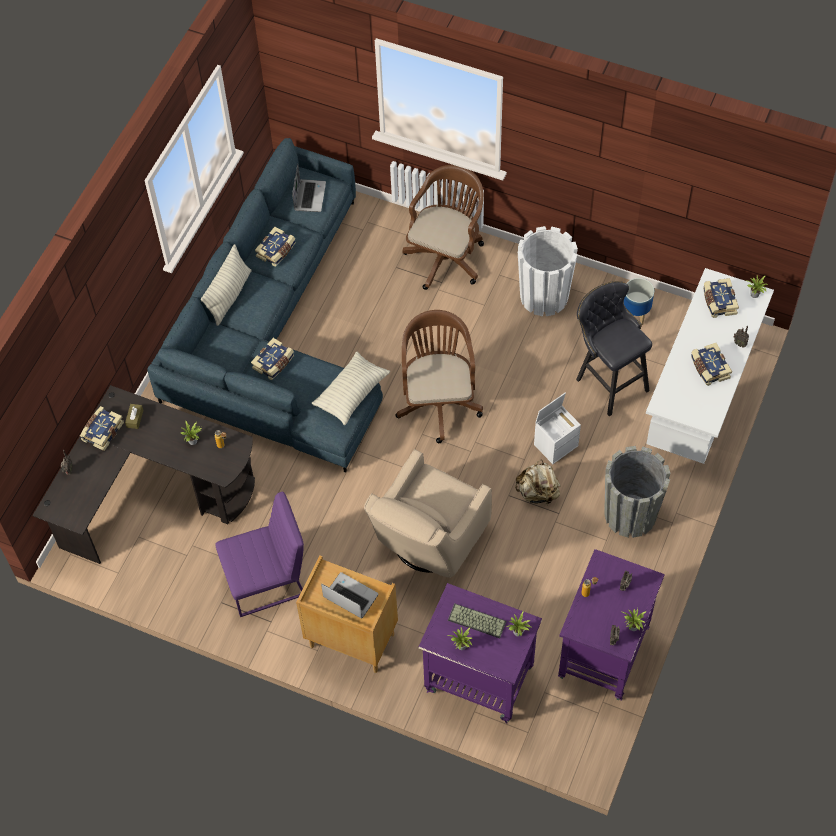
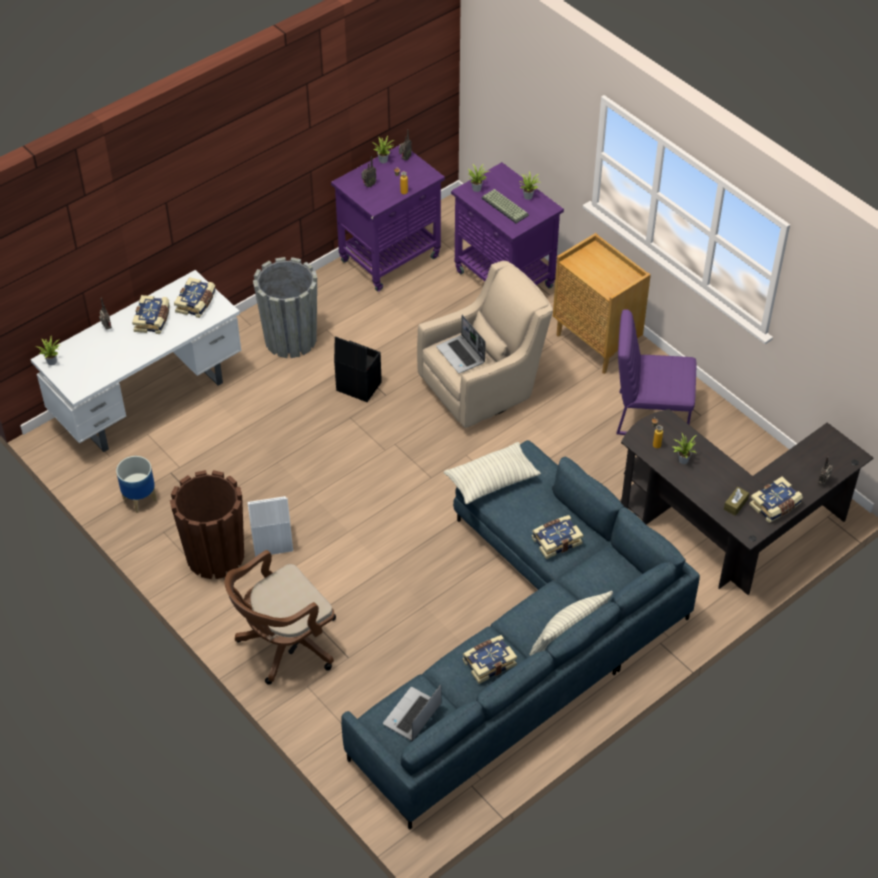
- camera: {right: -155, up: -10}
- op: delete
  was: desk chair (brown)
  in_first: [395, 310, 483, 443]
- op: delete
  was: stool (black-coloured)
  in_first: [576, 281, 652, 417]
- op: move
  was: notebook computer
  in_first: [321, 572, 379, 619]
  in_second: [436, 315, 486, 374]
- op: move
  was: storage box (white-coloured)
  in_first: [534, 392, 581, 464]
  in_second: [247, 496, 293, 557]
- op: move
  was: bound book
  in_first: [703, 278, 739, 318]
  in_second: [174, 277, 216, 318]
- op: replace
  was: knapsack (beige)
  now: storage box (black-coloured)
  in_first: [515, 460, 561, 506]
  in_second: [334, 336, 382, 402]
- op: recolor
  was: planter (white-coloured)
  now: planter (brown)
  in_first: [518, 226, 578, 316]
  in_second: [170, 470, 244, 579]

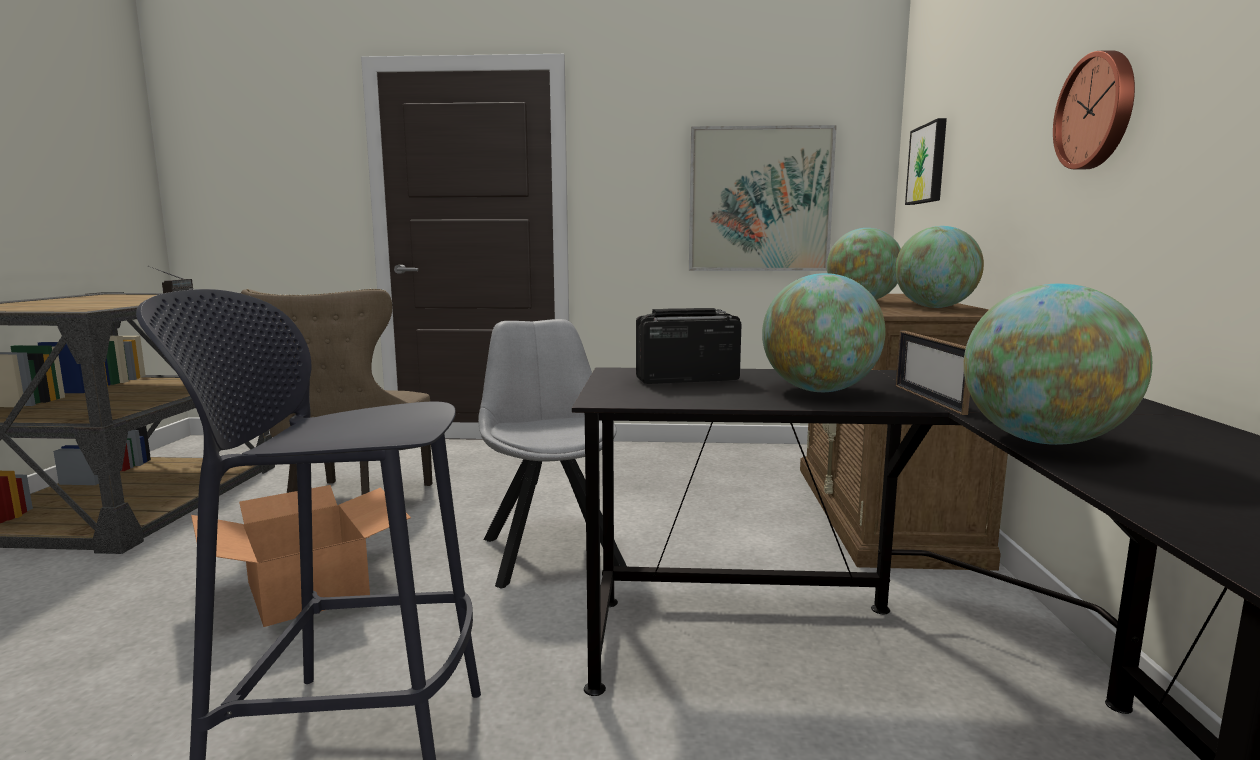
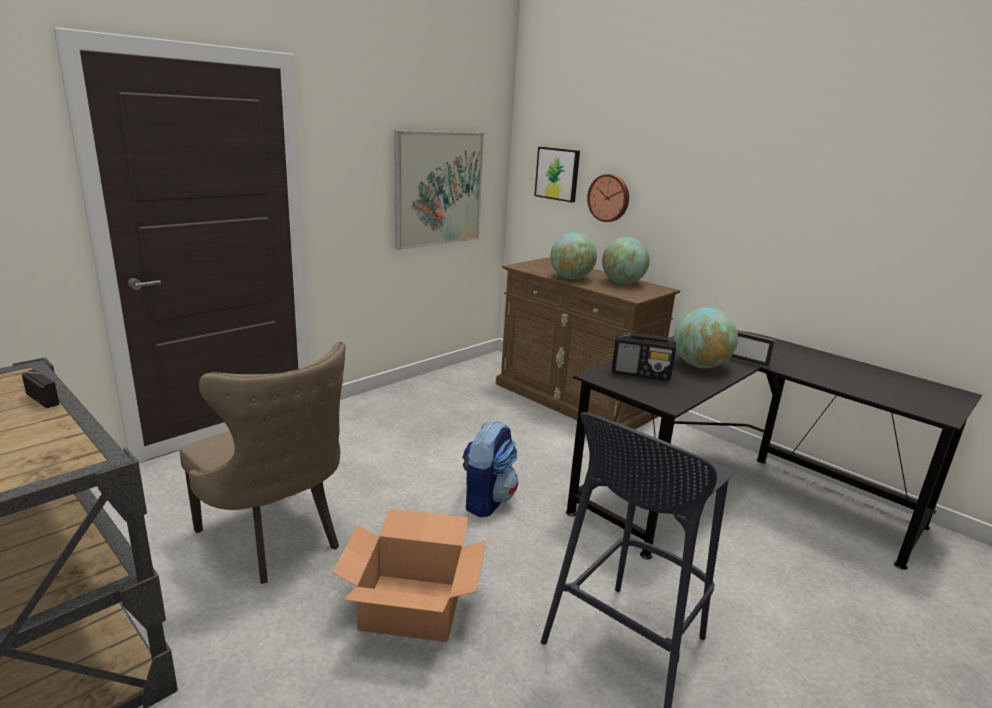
- camera: {right: -50, up: 10}
- op: delete
  was: world globe
  in_first: [964, 284, 1152, 445]
- op: move
  was: clock on the wall
  in_first: [1053, 50, 1135, 169]
  in_second: [587, 174, 629, 222]
- op: replace
  was: upright chair (greyish)
  now: knapsack
  in_first: [478, 319, 627, 589]
  in_second: [462, 421, 518, 517]
- op: rotate
  was: radio
  in_first: [636, 308, 742, 384]
  in_second: [612, 332, 676, 381]
  clockwise: -105

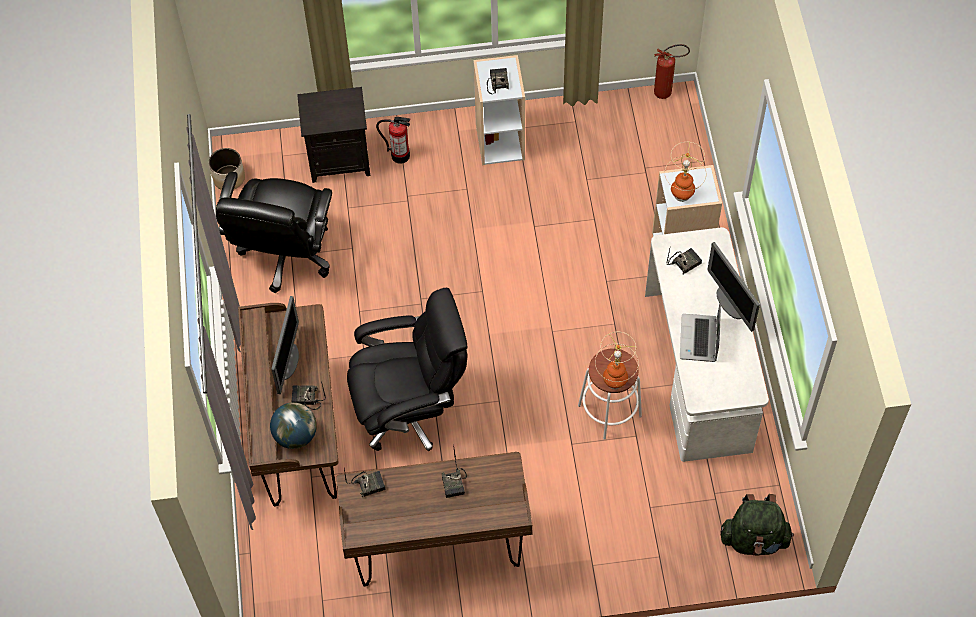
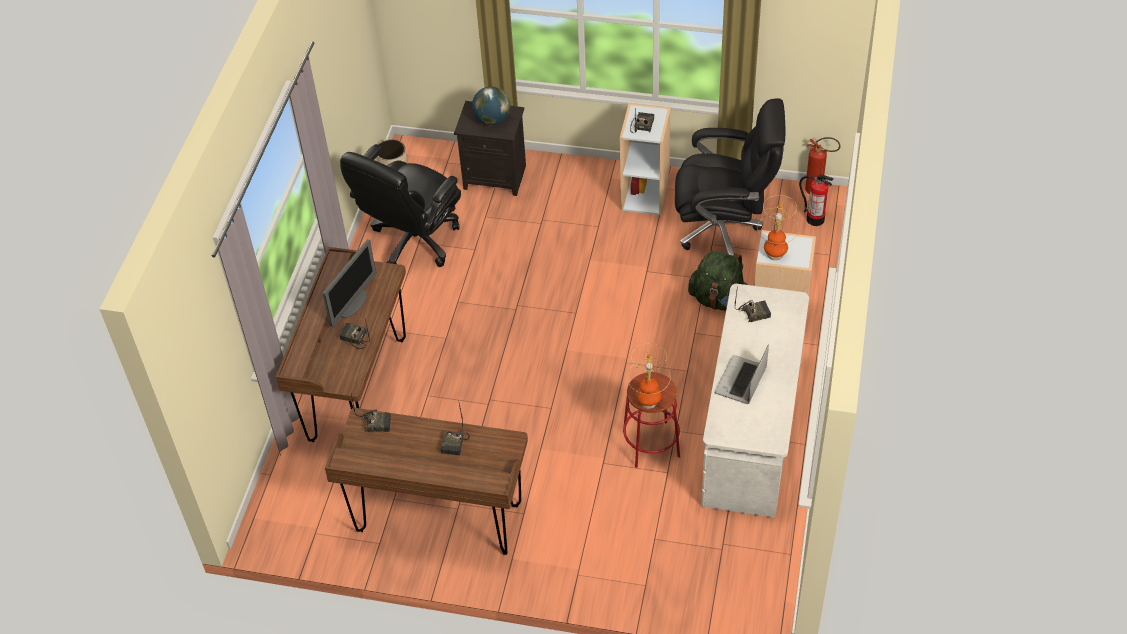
- camera: {right: 20, up: -10}
- op: delete
  was: computer screen
  in_first: [707, 242, 760, 332]
- op: move
  was: world globe
  in_first: [270, 402, 317, 449]
  in_second: [472, 86, 510, 125]
- op: move
  was: desk chair (black-coloured)
  in_first: [347, 288, 467, 451]
  in_second: [675, 98, 785, 256]
- op: move
  was: fire extinguisher
  in_first: [376, 117, 410, 164]
  in_second: [799, 175, 834, 226]
- op: move
  was: knapsack (greenish)
  in_first: [720, 494, 794, 556]
  in_second: [688, 249, 748, 311]
- op: recolor
  was: stool (white-coloured)
  now: stool (red-coloured)
  in_first: [578, 348, 642, 440]
  in_second: [623, 372, 680, 468]

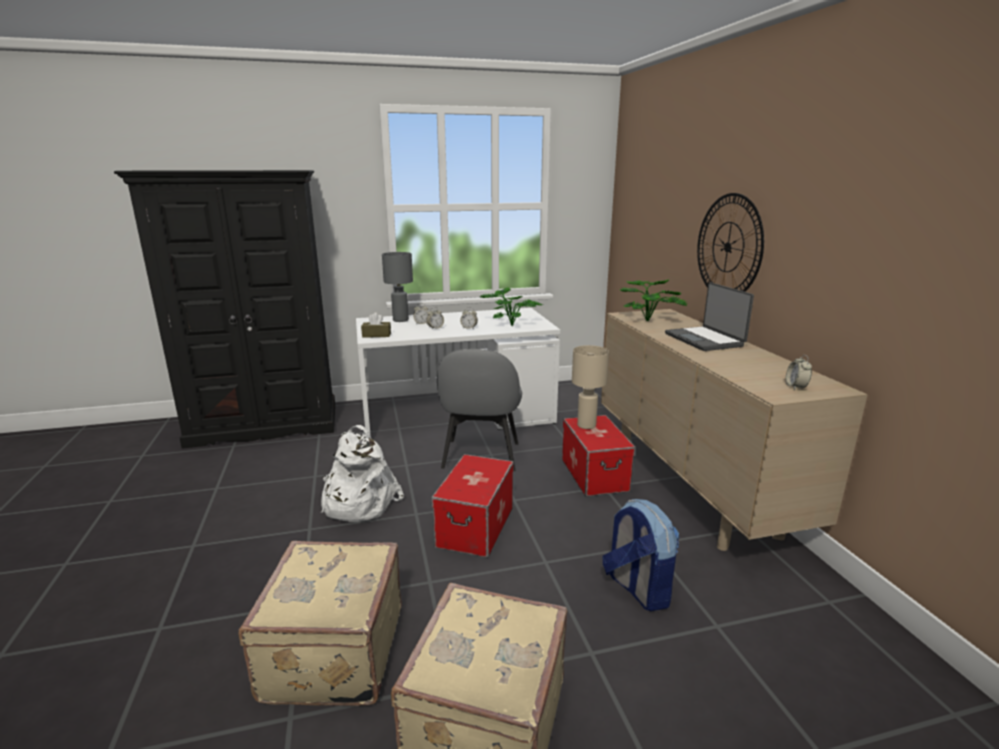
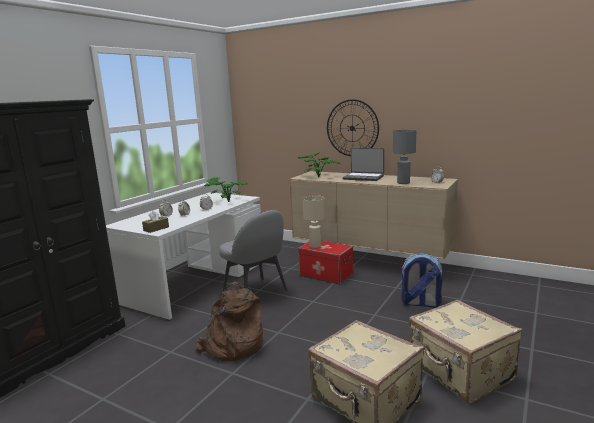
- camera: {right: -45, up: -5}
- op: delete
  was: storage box
  in_first: [432, 454, 514, 558]
- op: move
  was: lamp for a table (greyish)
  in_first: [382, 252, 413, 322]
  in_second: [393, 130, 416, 184]
- op: recolor
  was: knapsack (white-coloured)
  now: knapsack (brown)
  in_first: [321, 425, 404, 522]
  in_second: [196, 282, 263, 361]

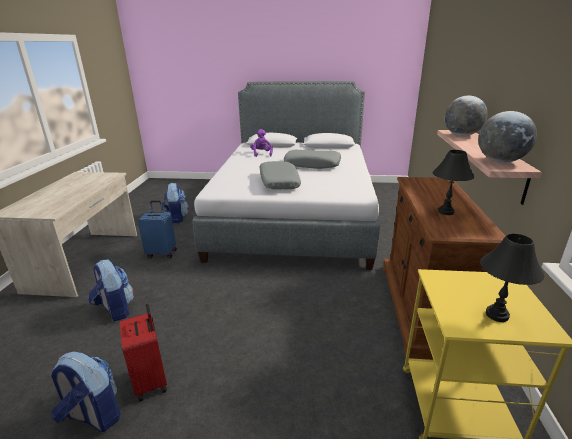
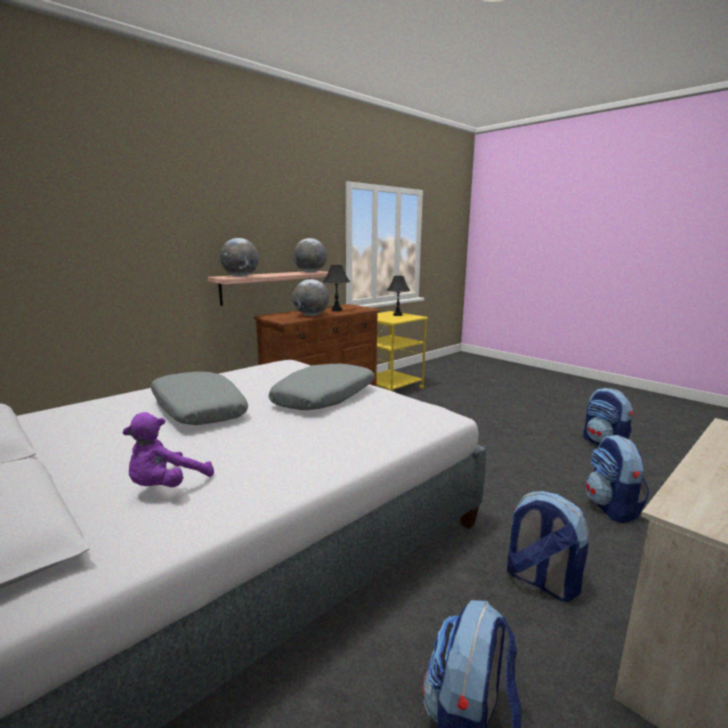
- camera: {right: -140, up: -10}
- op: delete
  was: travel case (red-coloured)
  in_first: [120, 304, 167, 401]
- op: insert
  now: world globe
  in_second: [293, 279, 329, 316]
- op: replace
  was: travel case (blue)
  now: knapsack
  in_first: [138, 201, 177, 258]
  in_second: [507, 491, 589, 602]

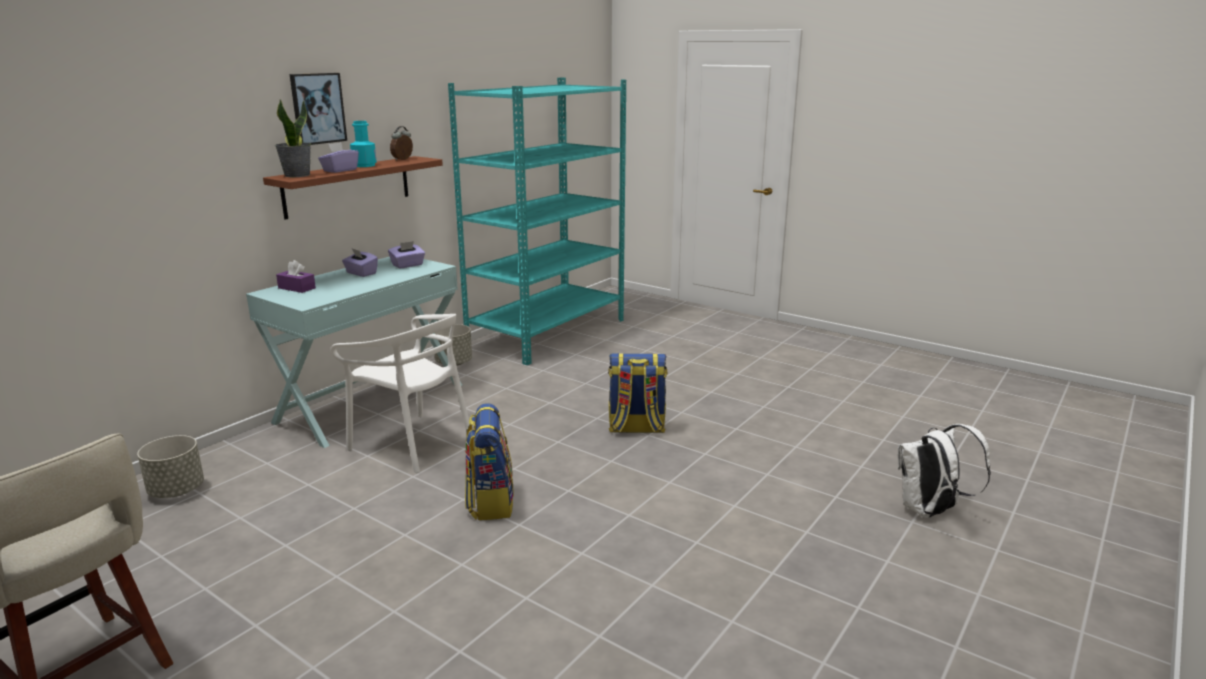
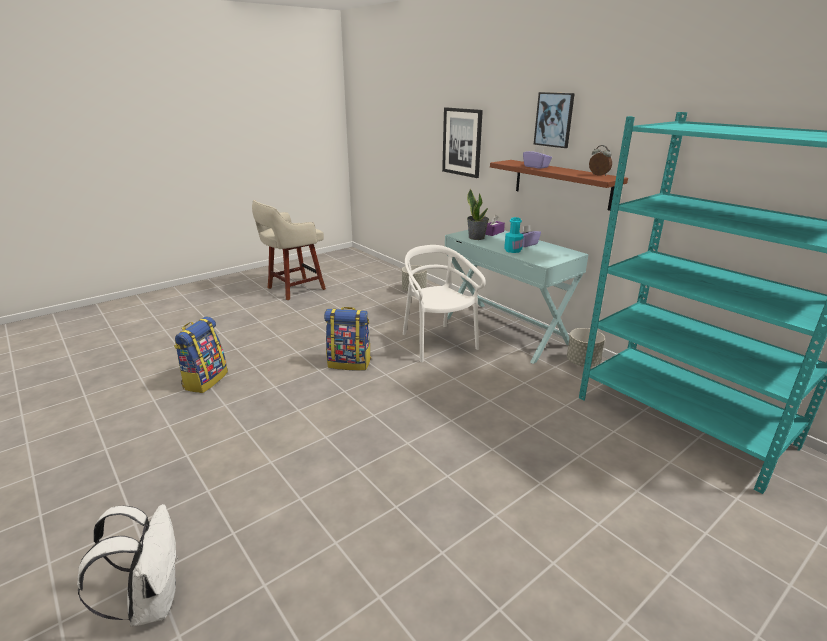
- camera: {right: 105, up: 5}
- op: delete
  was: tissue box (purplish)
  in_first: [388, 241, 425, 269]
- op: insert
  now: wall picture
  in_second: [442, 108, 483, 178]
- op: move
  was: houseplant
  in_first: [275, 99, 311, 177]
  in_second: [467, 189, 489, 240]
- op: move
  was: drink bottle (turquoise-coloured)
  in_first: [350, 121, 377, 167]
  in_second: [504, 217, 523, 253]
- op: move
  was: knapsack
  in_first: [608, 353, 668, 433]
  in_second: [174, 316, 228, 393]
- op: rotate
  was: upright chair (white-coloured)
  in_first: [331, 314, 469, 473]
  in_second: [403, 245, 486, 362]
  clockwise: 105

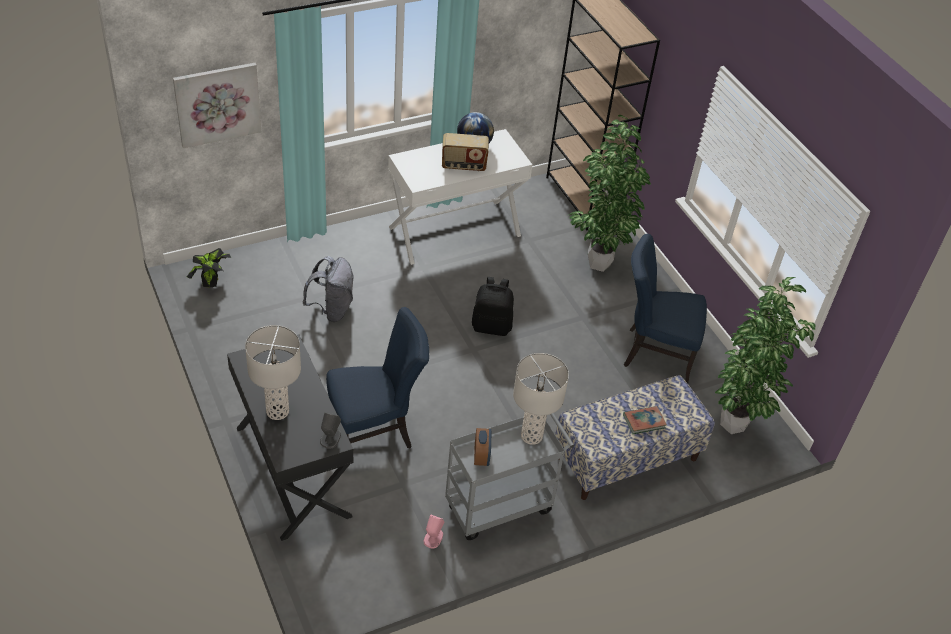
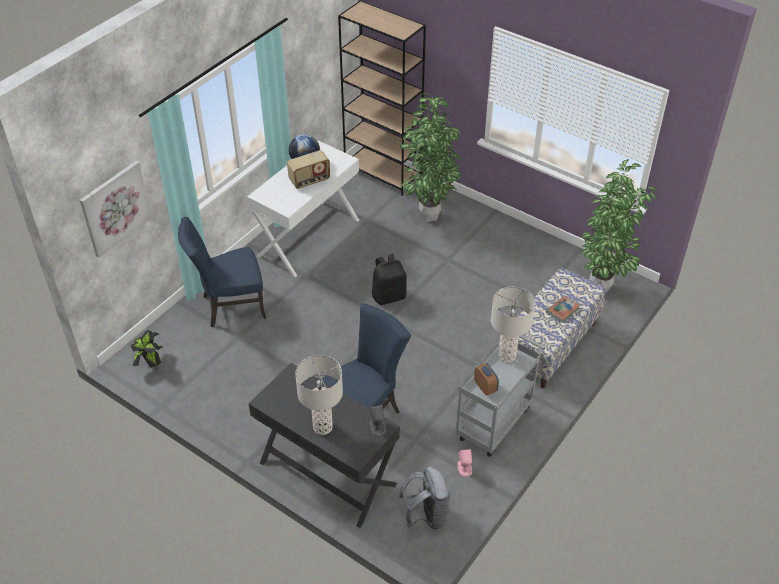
- camera: {right: -25, up: 0}
- op: move
  was: knapsack (greyish)
  in_first: [303, 256, 354, 322]
  in_second: [399, 467, 450, 529]
- op: move
  was: upright chair (blue)
  in_first: [624, 234, 707, 383]
  in_second: [178, 217, 266, 328]

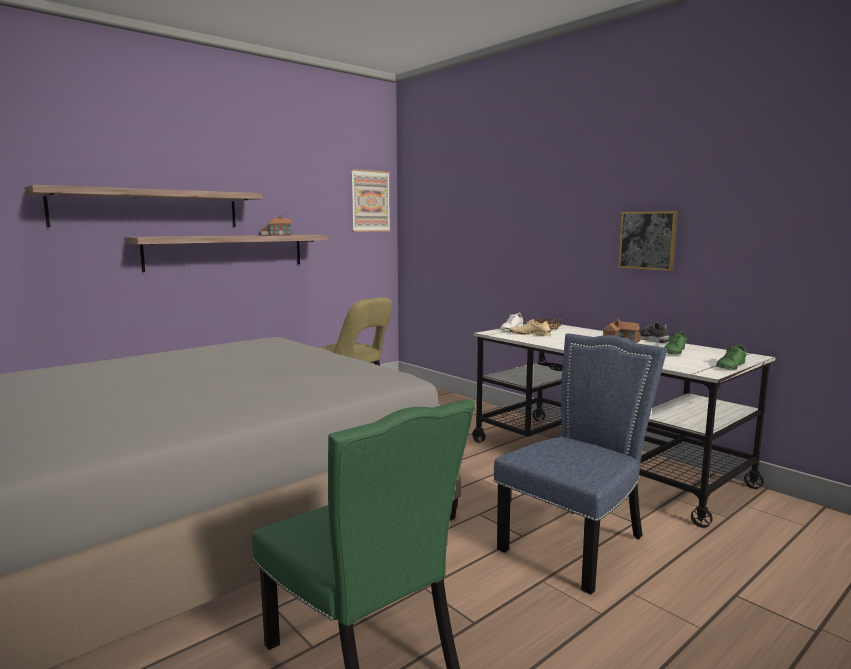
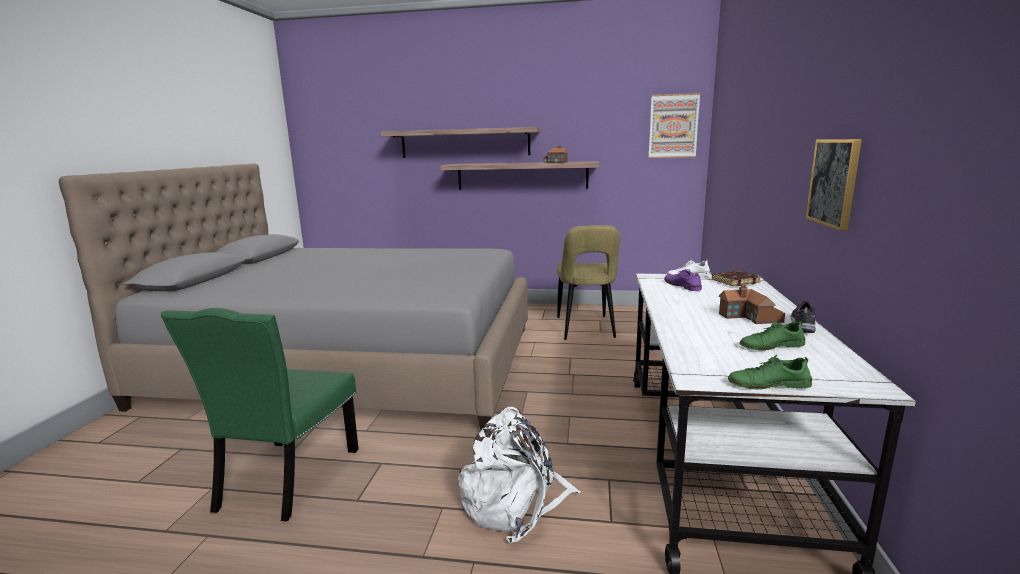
- camera: {right: 50, up: 5}
- op: replace
  was: upright chair (blue)
  now: knapsack (white-coloured)
  in_first: [493, 333, 667, 595]
  in_second: [458, 407, 581, 544]
- op: recolor
  was: item of footwear (beige)
  now: item of footwear (purplish)
  in_first: [509, 319, 551, 336]
  in_second: [664, 269, 702, 291]

